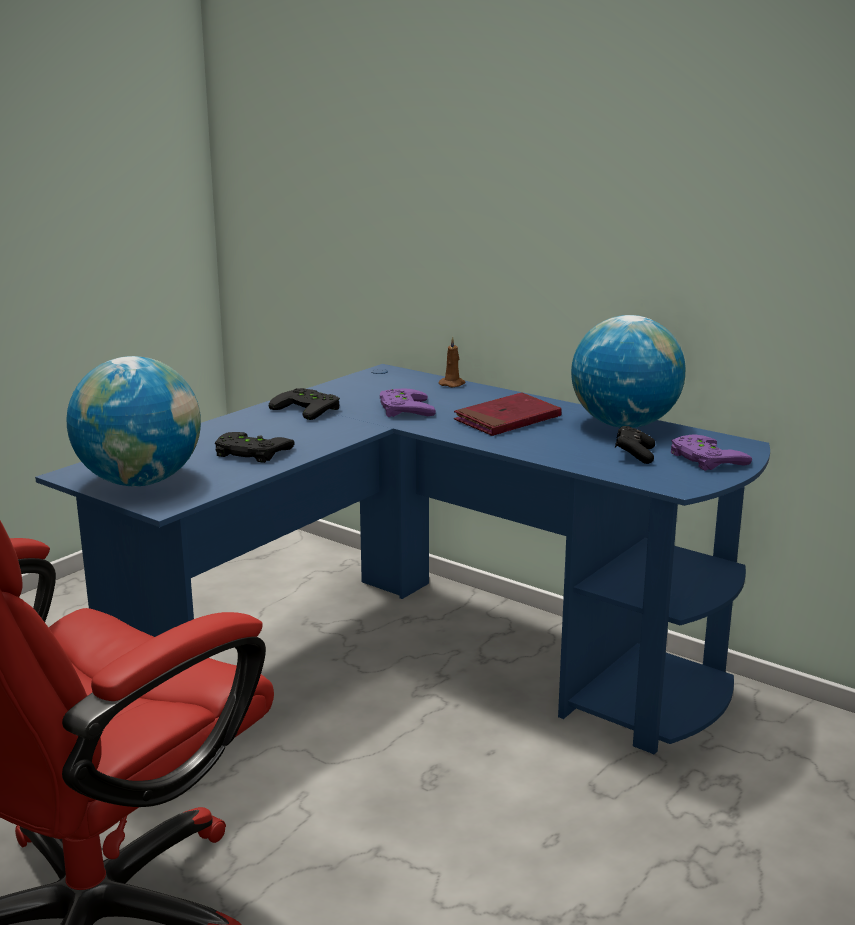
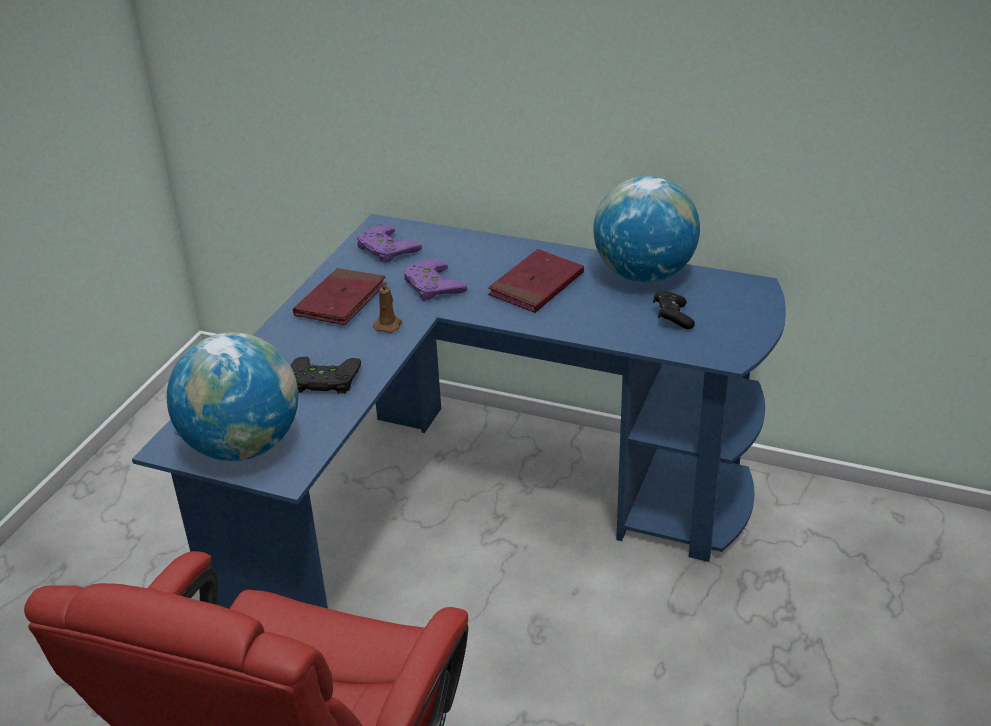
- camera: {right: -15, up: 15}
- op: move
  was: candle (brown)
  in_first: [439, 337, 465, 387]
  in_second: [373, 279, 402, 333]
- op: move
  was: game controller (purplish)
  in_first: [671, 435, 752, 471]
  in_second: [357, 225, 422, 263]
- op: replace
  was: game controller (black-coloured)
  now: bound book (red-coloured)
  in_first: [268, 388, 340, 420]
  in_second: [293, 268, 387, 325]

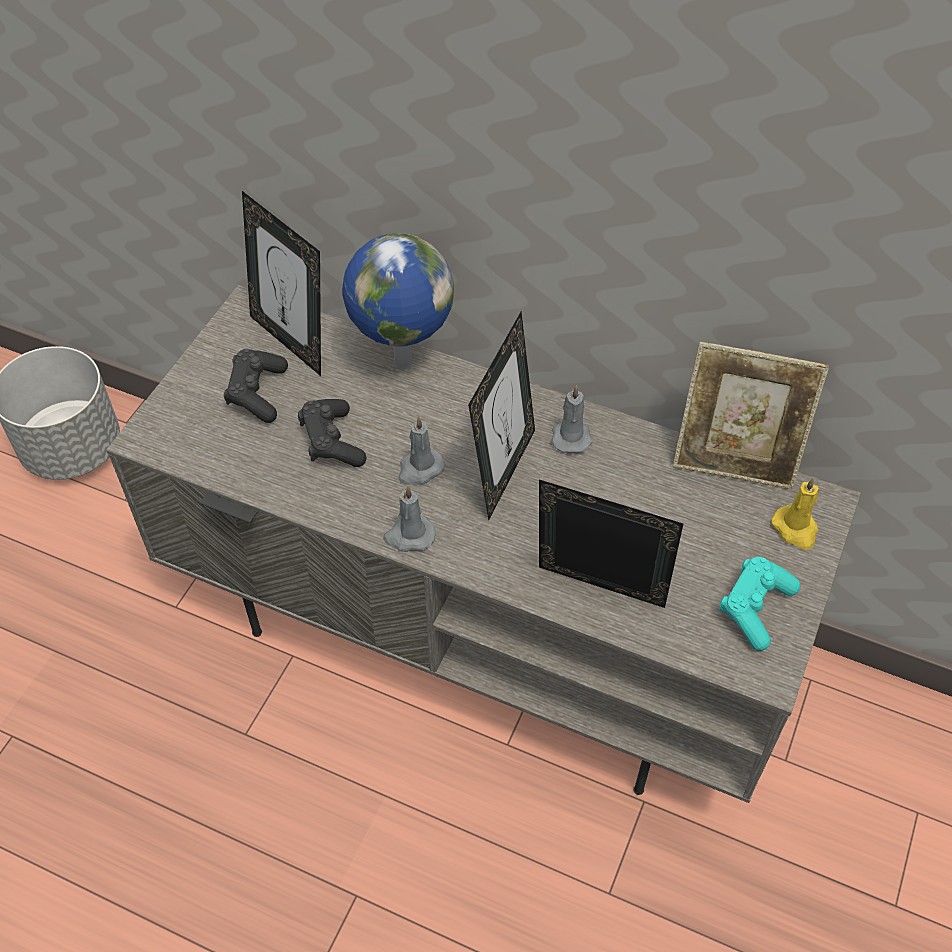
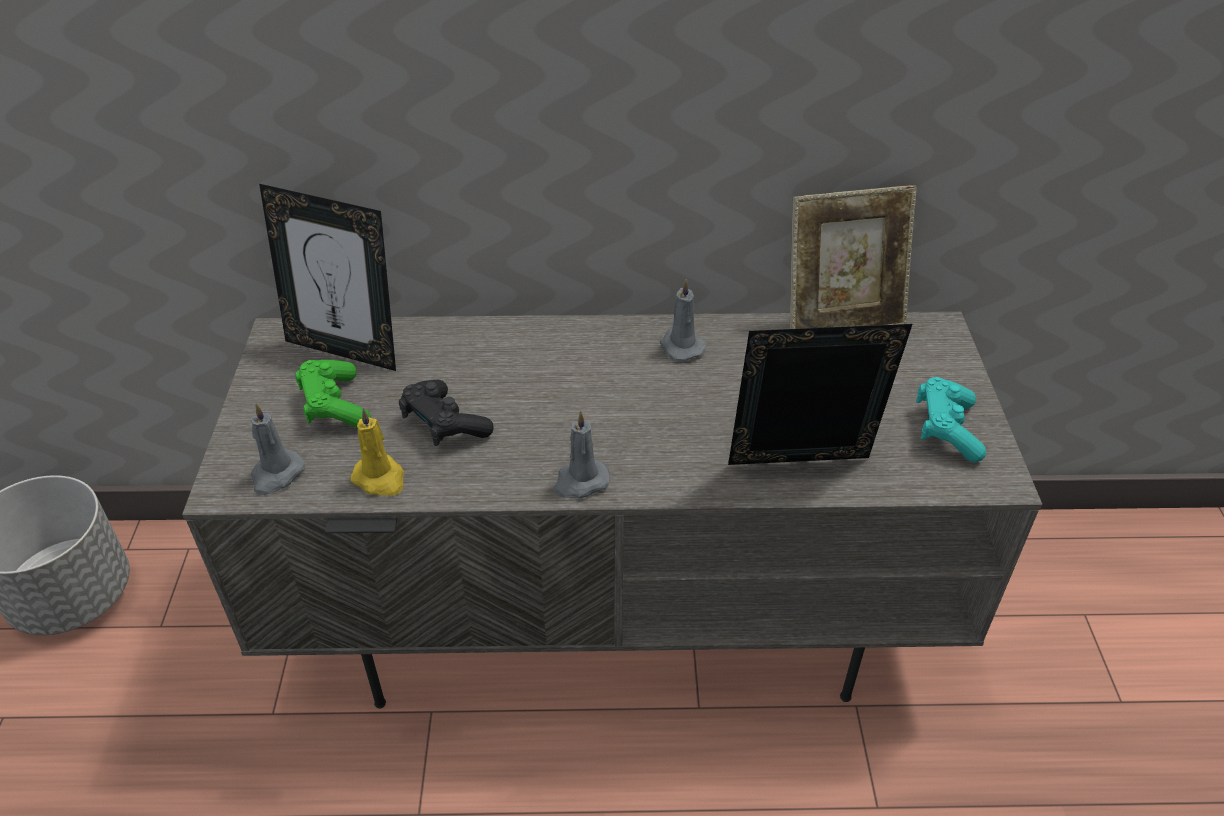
- camera: {right: -25, up: -10}
- op: delete
  was: world globe
  in_first: [342, 233, 454, 370]
- op: delete
  was: picture frame
  in_first: [468, 312, 535, 520]
- op: move
  was: candle (greyish)
  in_first: [398, 416, 445, 485]
  in_second: [251, 403, 305, 495]
- op: move
  was: candle (yellow-coloured)
  in_first: [772, 477, 819, 550]
  in_second: [350, 408, 404, 496]
- op: recolor
  was: game controller (black-coloured)
  now: game controller (greenish)
  in_first: [224, 349, 288, 423]
  in_second: [295, 360, 371, 429]

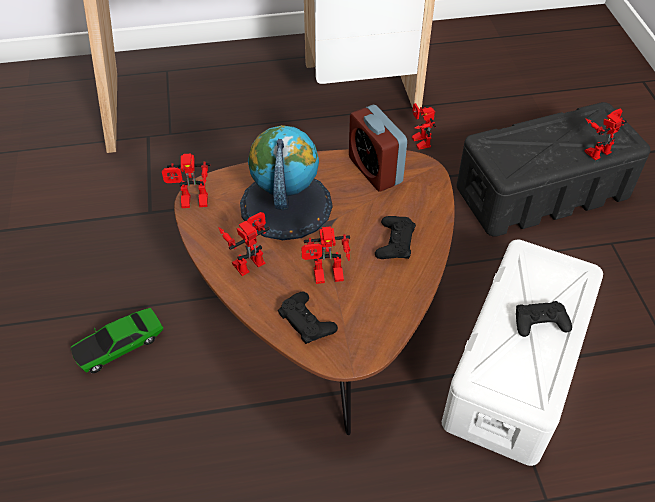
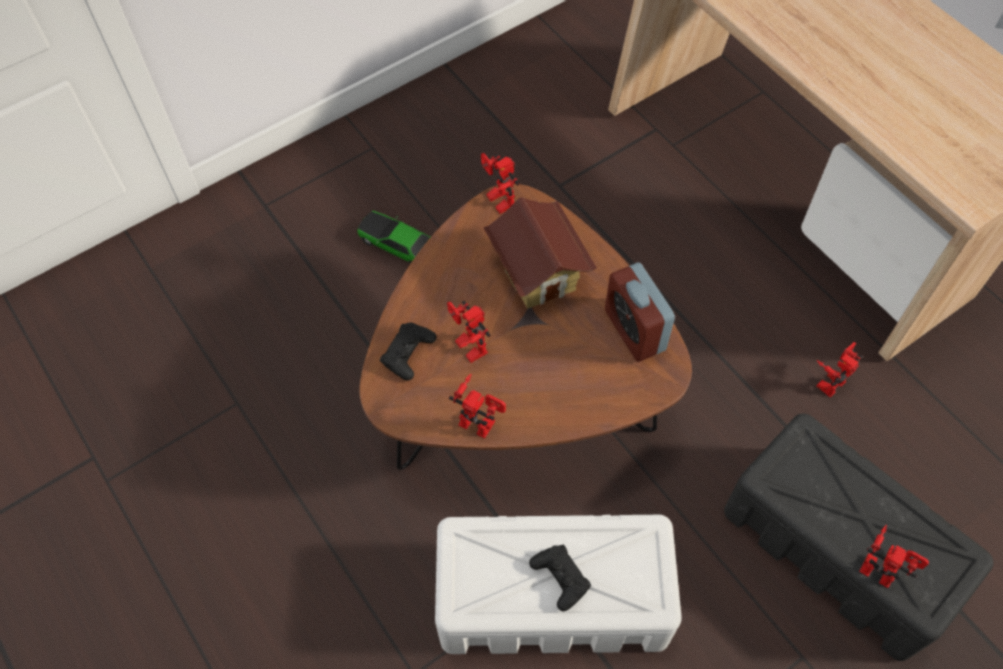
- camera: {right: 65, up: 10}
- op: delete
  was: game controller (black-coloured)
  in_first: [375, 216, 416, 259]
- op: move
  was: toy robot
  in_first: [218, 212, 270, 276]
  in_second: [449, 374, 506, 438]
- op: replace
  was: world globe
  now: toy house
  in_first: [240, 125, 332, 240]
  in_second: [483, 197, 597, 309]
- op: rotate
  was: alarm clock
  in_first: [349, 105, 407, 192]
  in_second: [605, 262, 675, 362]
  clockwise: -60

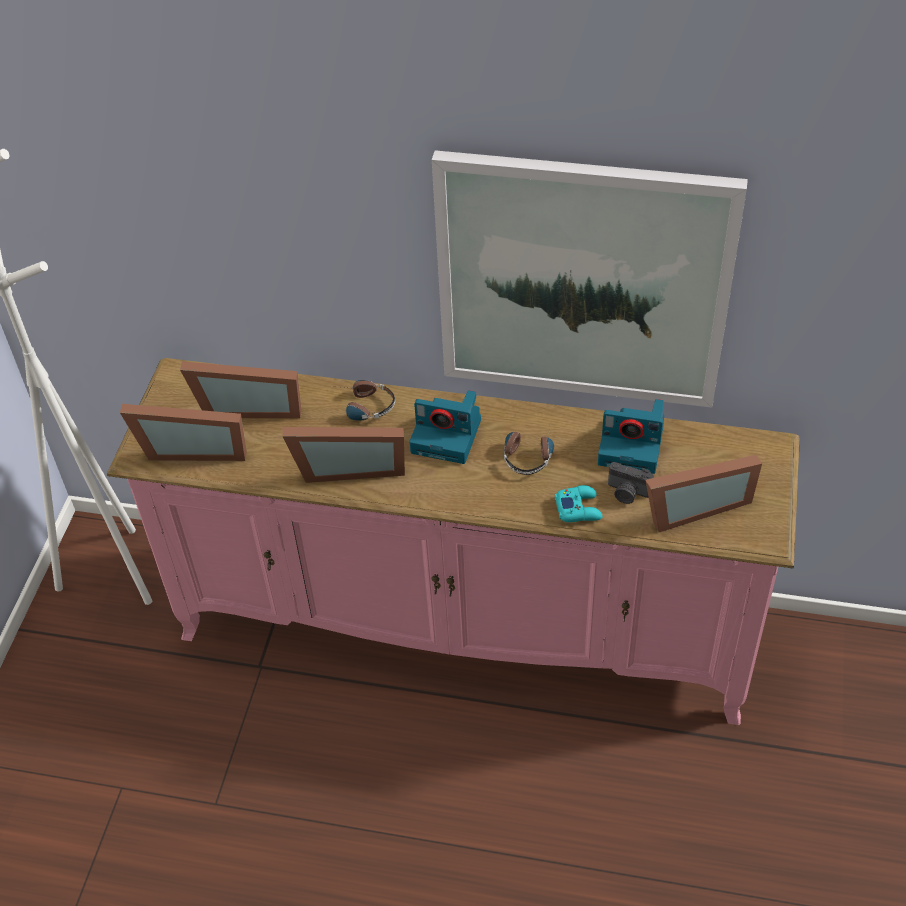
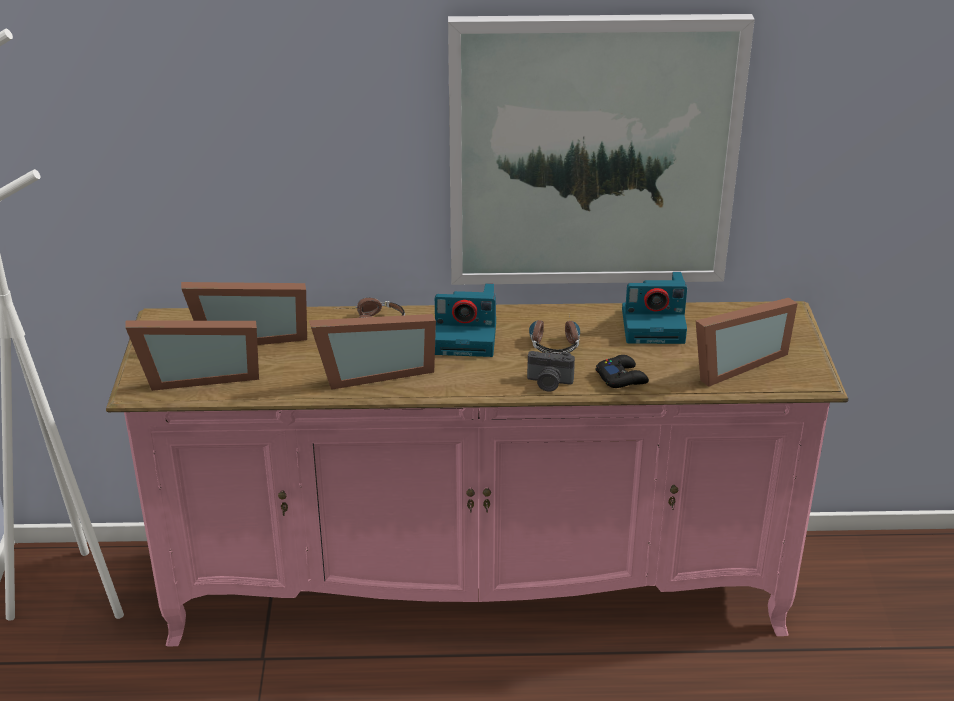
- camera: {right: -15, up: -15}
- op: move
  was: photo camera
  in_first: [608, 462, 654, 504]
  in_second: [527, 351, 575, 391]
- op: recolor
  was: game controller (turquoise-coloured)
  now: game controller (black-coloured)
  in_first: [555, 485, 602, 522]
  in_second: [596, 355, 649, 388]

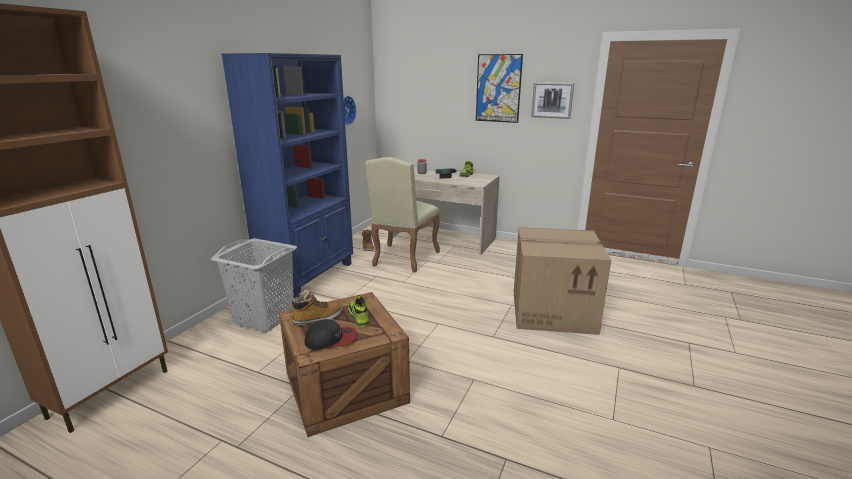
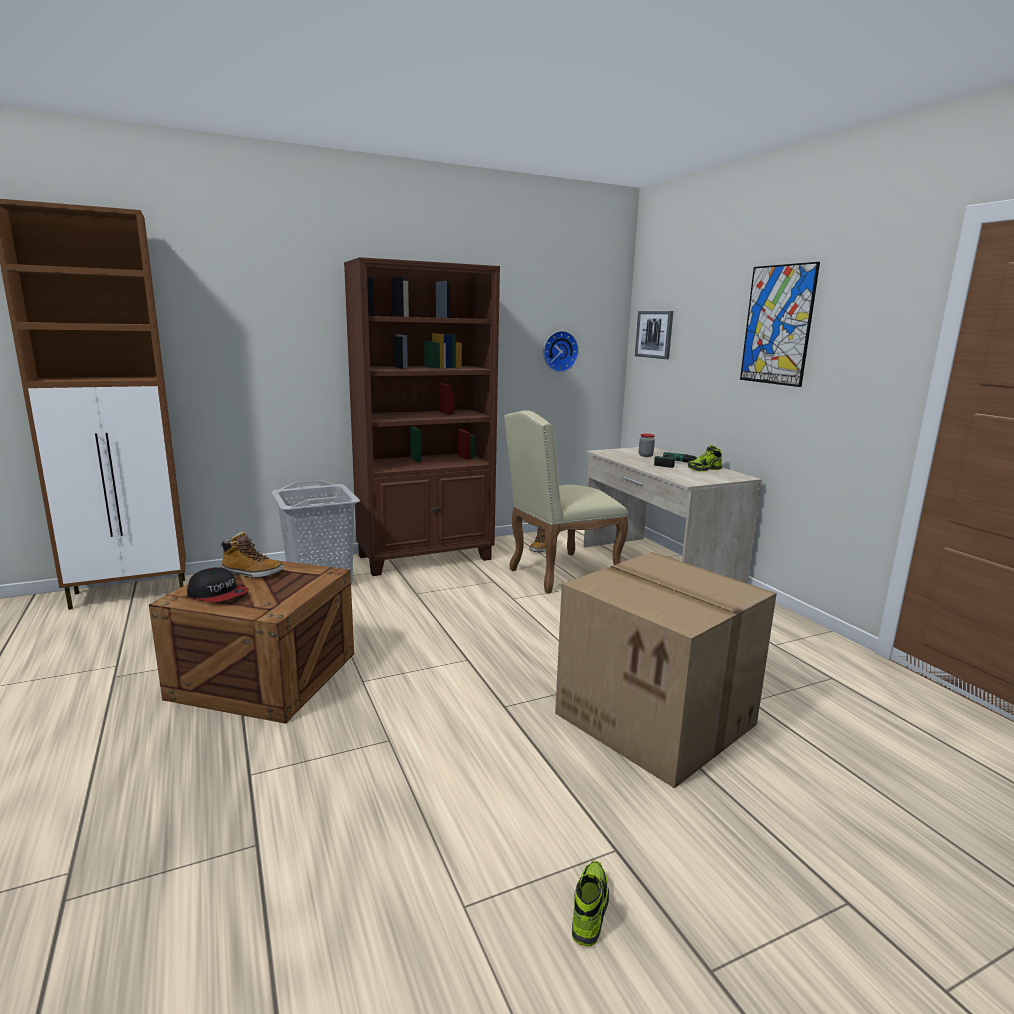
- camera: {right: 40, up: -5}
- op: move
  was: item of footwear
  in_first: [348, 296, 369, 327]
  in_second: [572, 861, 609, 946]
- op: move
  was: wall picture
  in_first: [531, 82, 574, 119]
  in_second: [635, 311, 673, 359]
- op: recolor
  was: shelving unit (blue)
  now: shelving unit (brown)
  in_first: [221, 53, 353, 298]
  in_second: [344, 257, 500, 576]

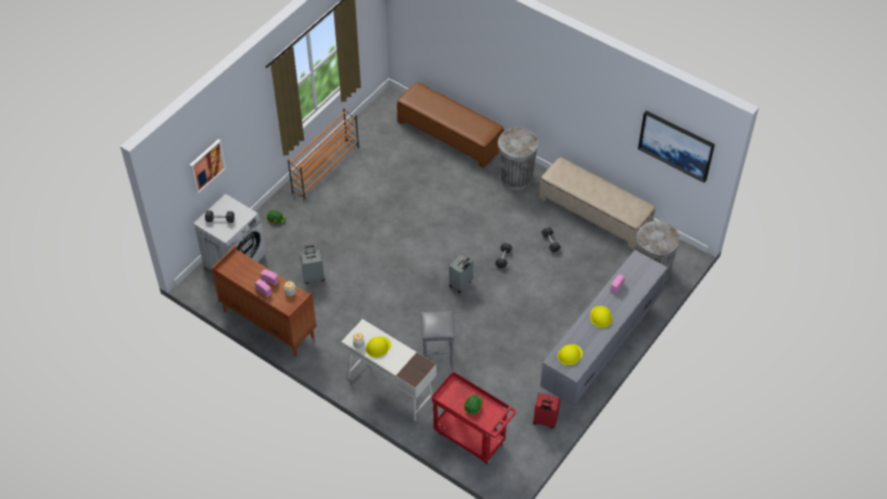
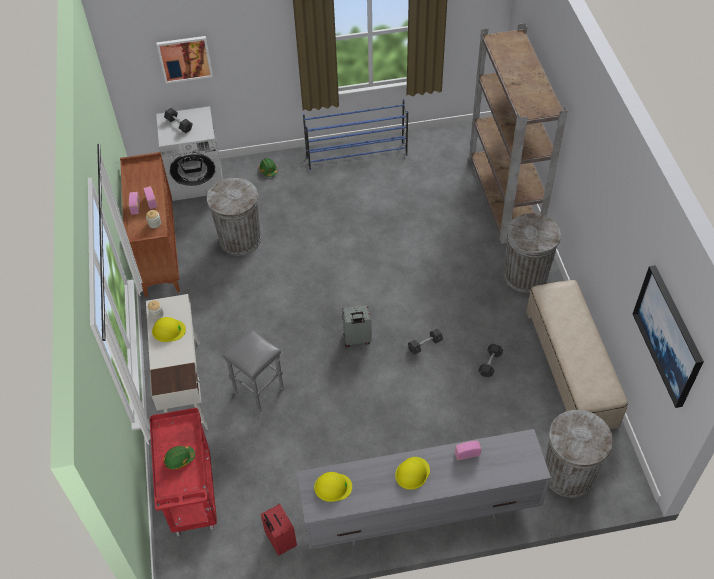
- camera: {right: 45, up: 0}
- op: replace
  was: travel case (greyish)
  now: waste bin (greyish)
  in_first: [300, 245, 325, 284]
  in_second: [207, 178, 261, 256]
- op: replace
  was: indoor bench (brown)
  now: shelving unit (brown)
  in_first: [397, 82, 504, 168]
  in_second: [469, 23, 568, 244]
- op: recolor
  was: shoe stand (orange)
  now: shoe stand (blue)
  in_first: [287, 107, 359, 201]
  in_second: [303, 99, 408, 170]

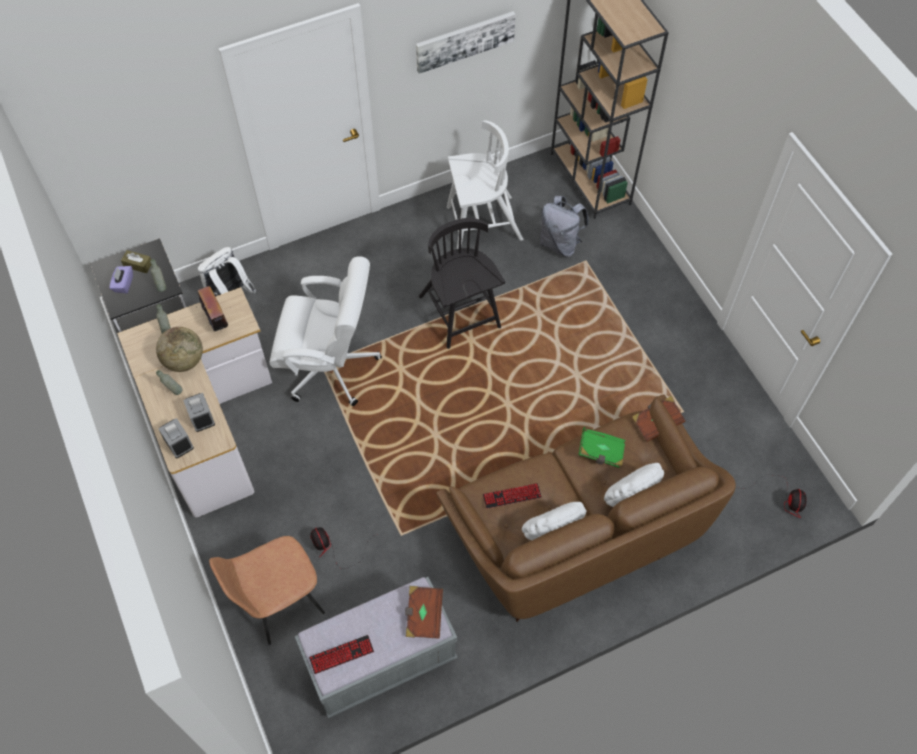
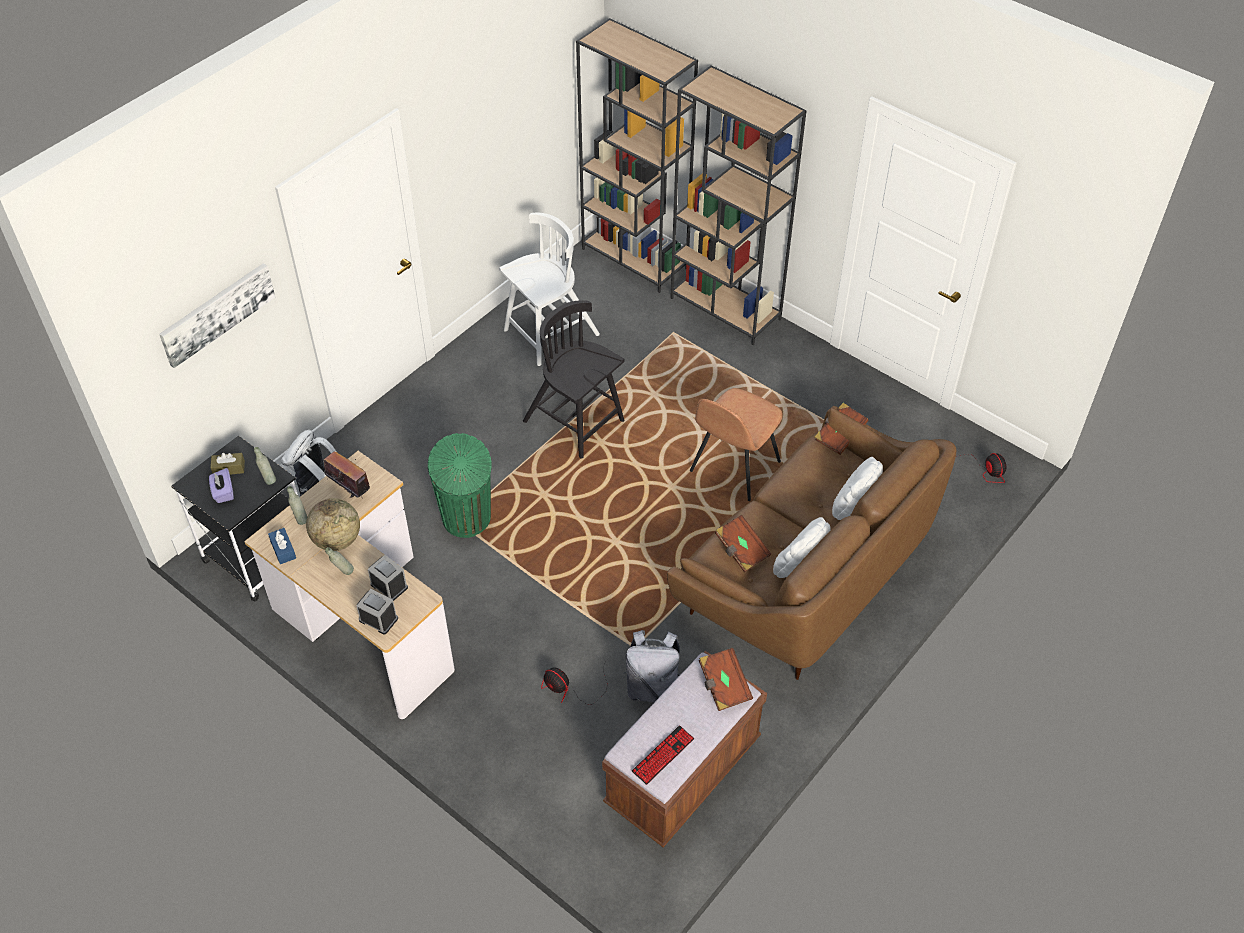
- camera: {right: -25, up: -10}
- op: delete
  was: bound book (greenish)
  in_first: [579, 427, 625, 468]
- op: insert
  now: tissue box (blue)
  in_second: [268, 528, 296, 564]
- op: insert
  now: shelving unit
  in_second: [670, 65, 807, 345]
- op: move
  was: upright chair (brown)
  in_first: [209, 536, 325, 645]
  in_second: [690, 388, 782, 501]
- op: move
  was: wall picture
  in_first: [416, 11, 516, 74]
  in_second: [159, 263, 276, 368]
- op: move
  was: knapsack (greyish)
  in_first: [540, 196, 589, 257]
  in_second: [624, 630, 681, 702]
- op: replace
  was: desk chair (white-coloured)
  now: waste bin (greenish)
  in_first: [270, 256, 382, 406]
  in_second: [428, 433, 492, 538]
- op: replace
  was: keyboard
  now: bound book (brown)
  in_first: [483, 483, 542, 509]
  in_second: [715, 515, 771, 572]
- op: recolor
  was: indoor bench (greyish)
  now: indoor bench (brown)
  in_first: [295, 577, 457, 718]
  in_second: [602, 651, 767, 847]

